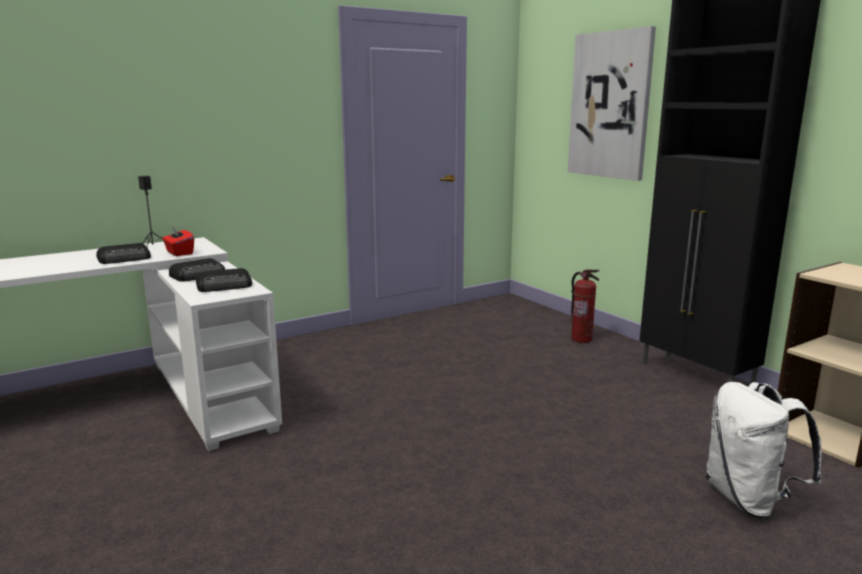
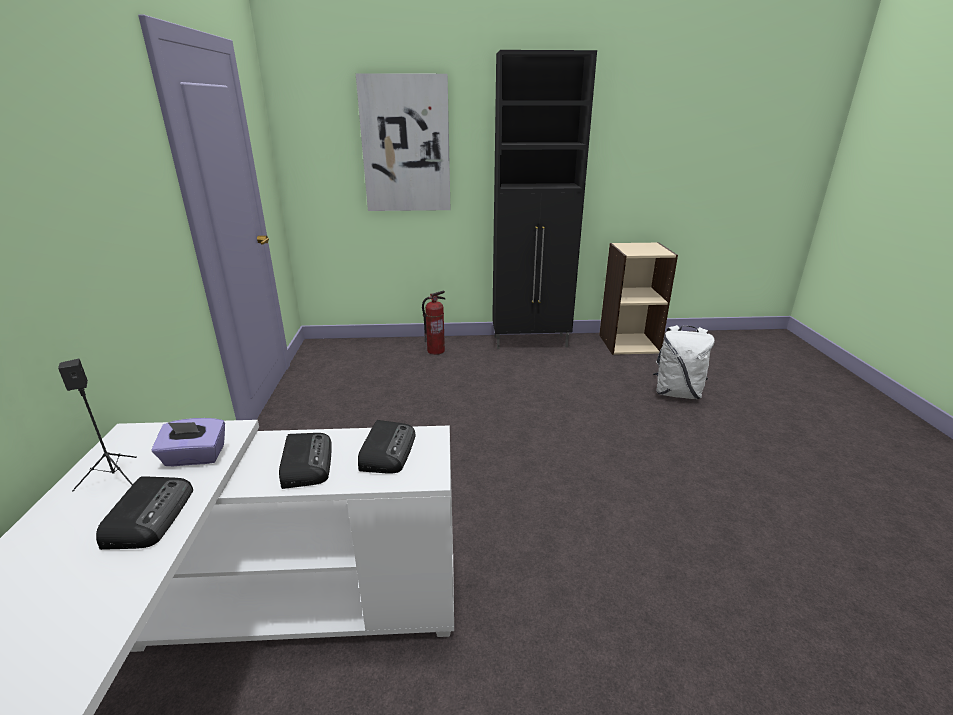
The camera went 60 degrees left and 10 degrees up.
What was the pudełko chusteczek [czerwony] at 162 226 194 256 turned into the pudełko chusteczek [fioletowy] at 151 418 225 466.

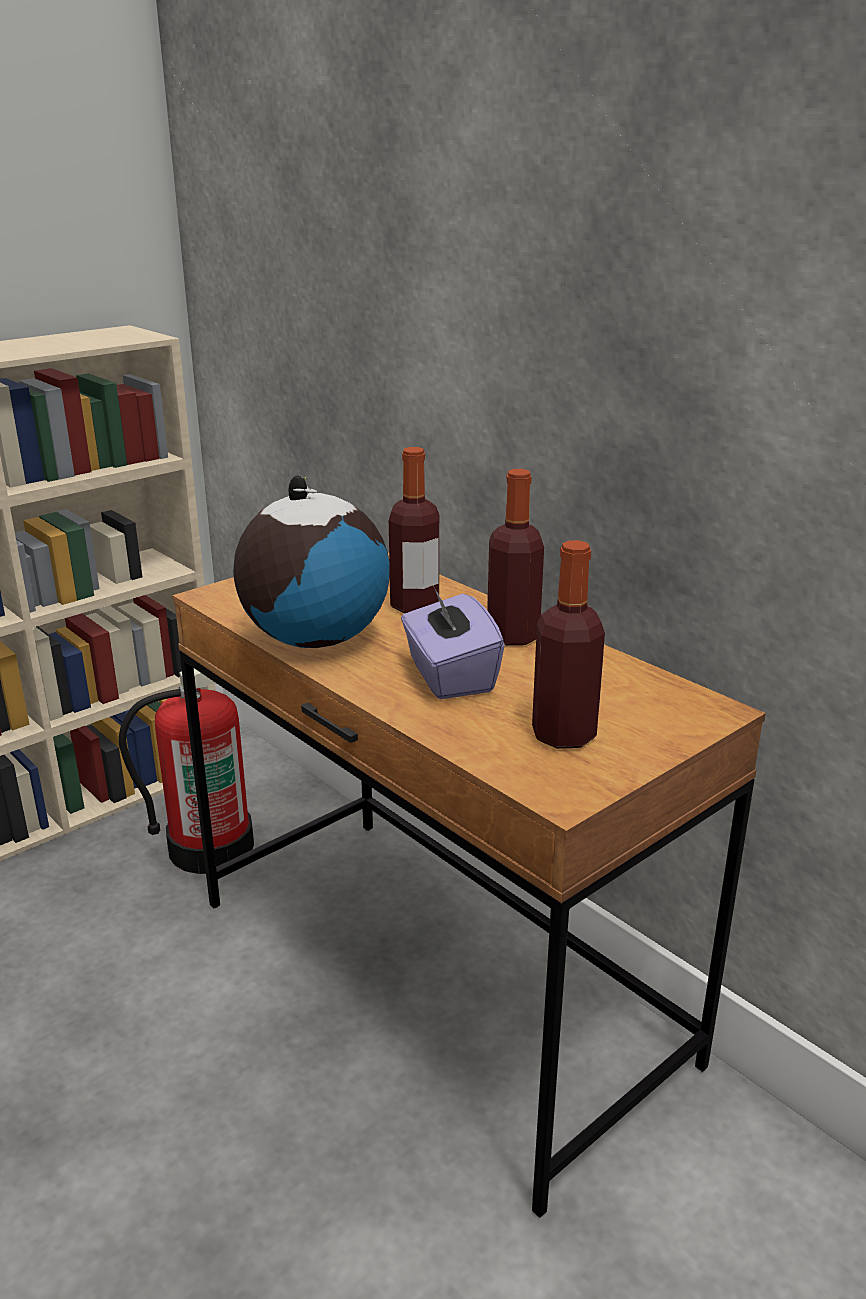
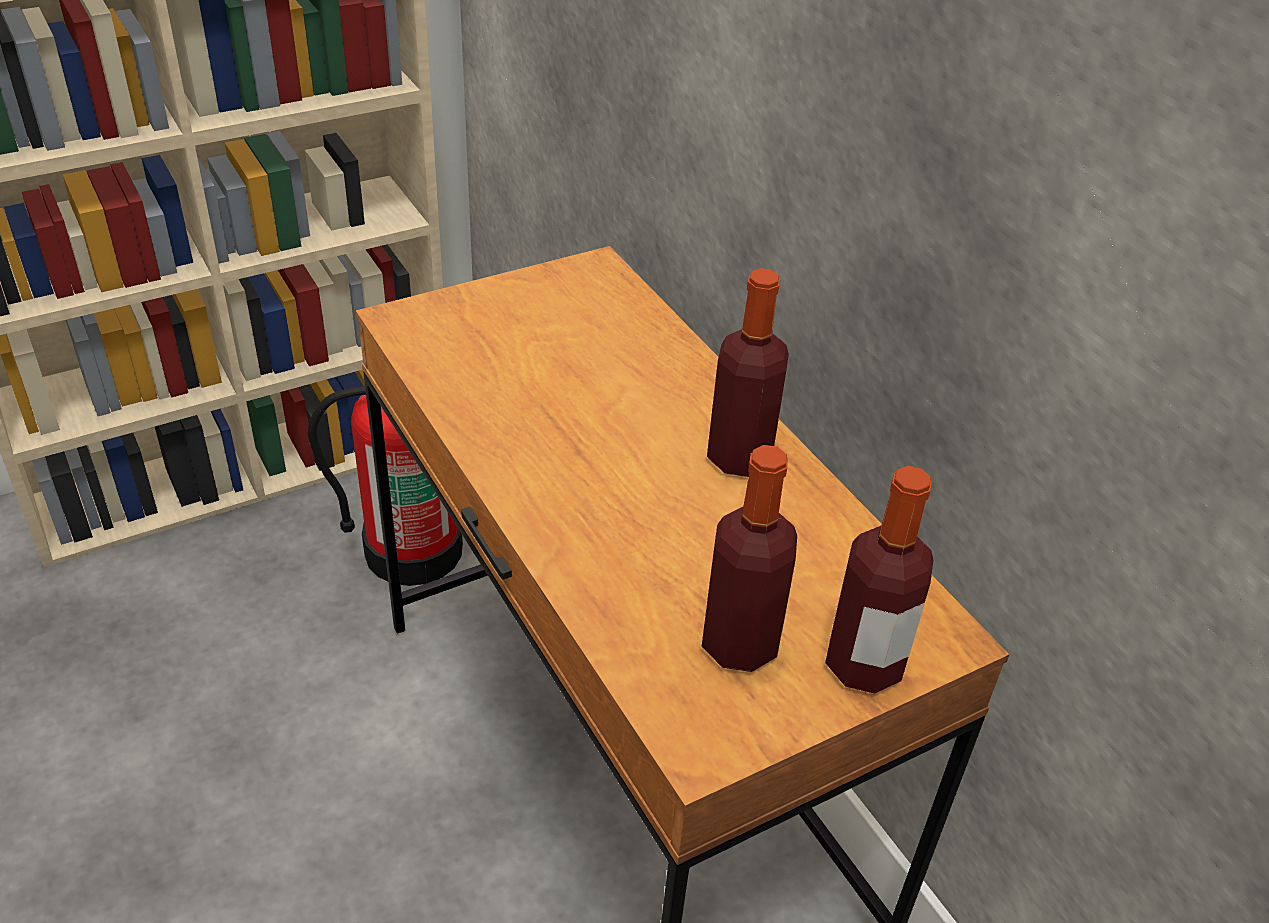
The camera went 10 degrees right and 15 degrees up.
The second view lost the globus at 233 475 390 648.
The butelka ended up elsewhere, having gone from 389 447 439 613 to 825 466 933 693.
The second view lost the pudełko chusteczek [fioletowy] at 401 585 505 699.

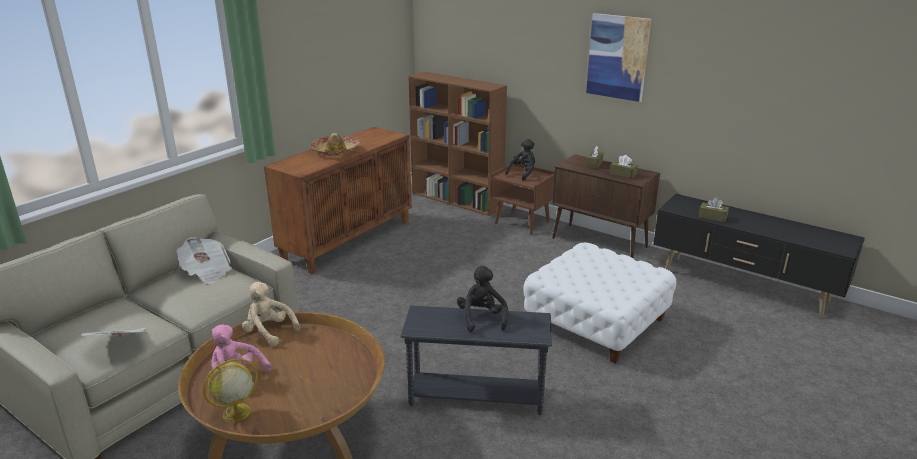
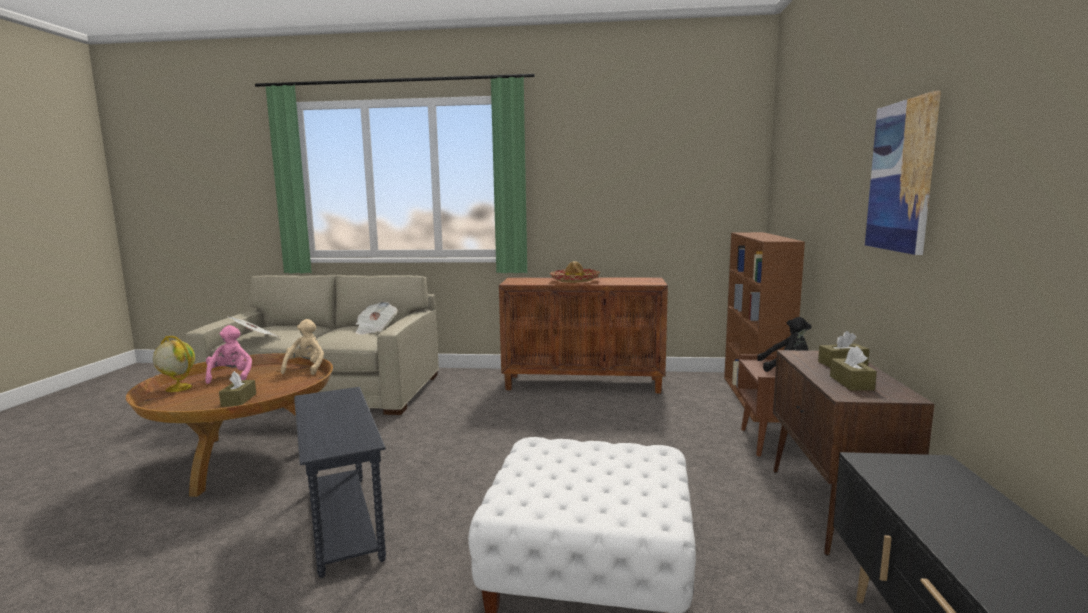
The camera went 60 degrees right and 15 degrees down.
The second view lost the pluszak [czarny] at 457 266 508 332.
The pudełko chusteczek [brązowy] ended up elsewhere, having gone from 699 198 729 222 to 219 371 256 407.

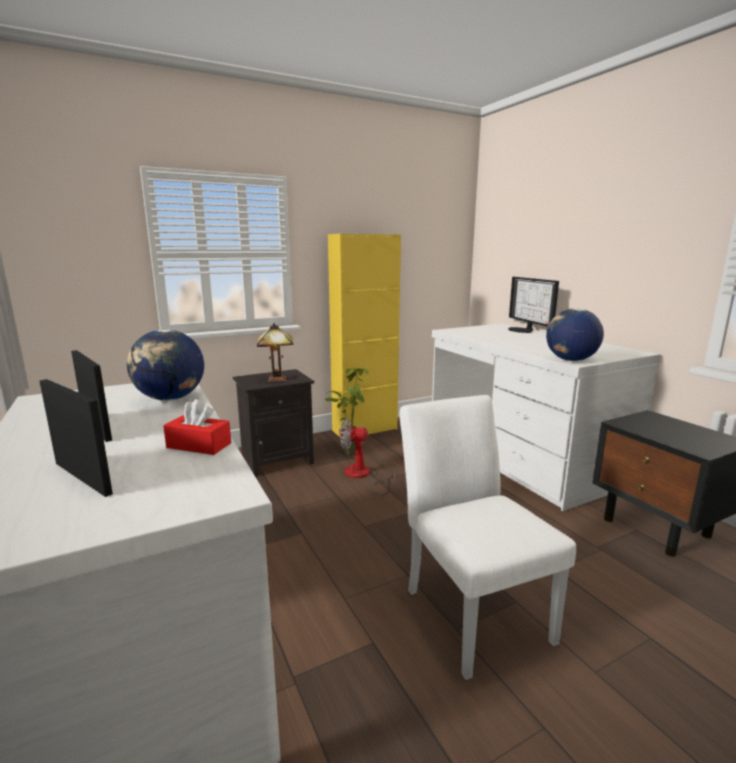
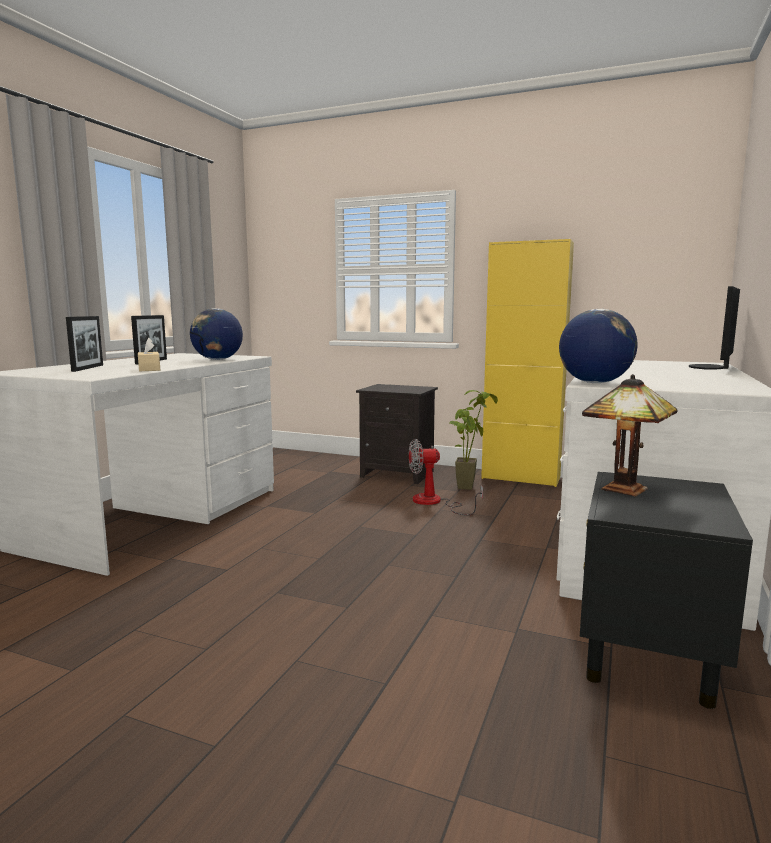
The camera went 50 degrees right and 5 degrees down.
What was the pudełko chusteczek [czerwony] at 163 399 231 455 turned into the pudełko chusteczek [beżowy] at 138 338 160 371.
The lampa stołowa ended up elsewhere, having gone from 257 323 293 382 to 582 374 677 497.
The wentylator at 340 418 395 495 ended up facing another way, 60 degrees counterclockwise from before.
The second view lost the krzesło [biały] at 400 395 576 680.

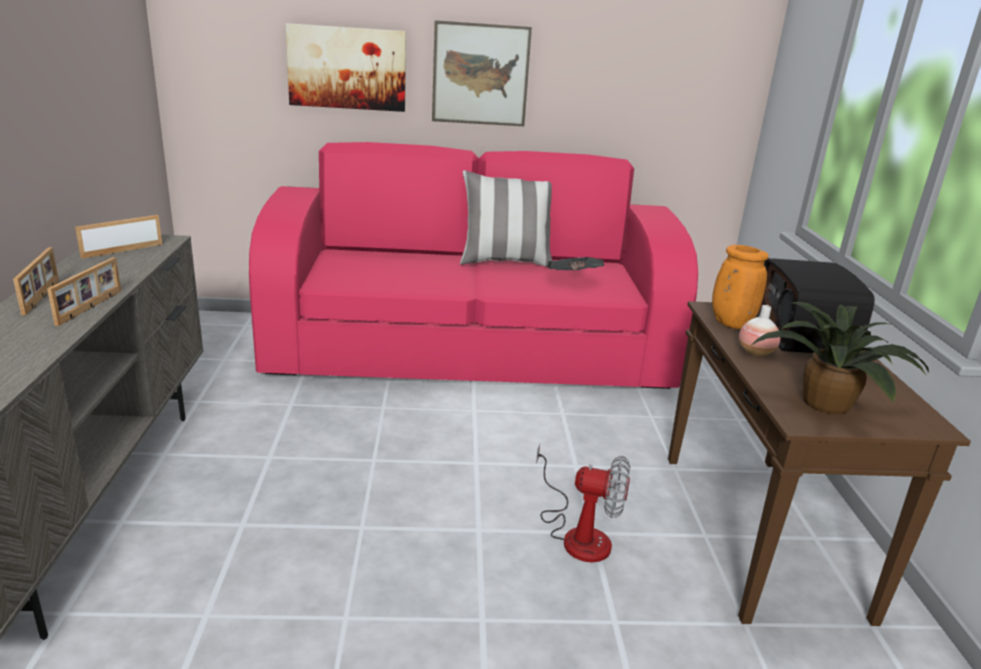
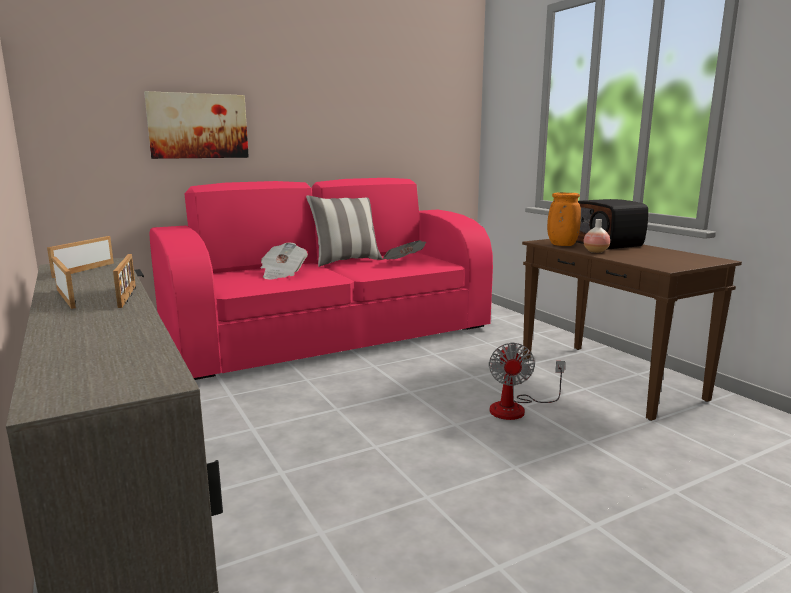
The camera went 25 degrees left and 10 degrees down.
The second view lost the obraz at 432 20 532 126.
The wentylator at 536 444 630 562 ended up facing another way, 105 degrees clockwise from before.
The second view lost the roślina doniczkowa at 752 302 929 414.
The second view gained the gazeta at 261 243 308 279.

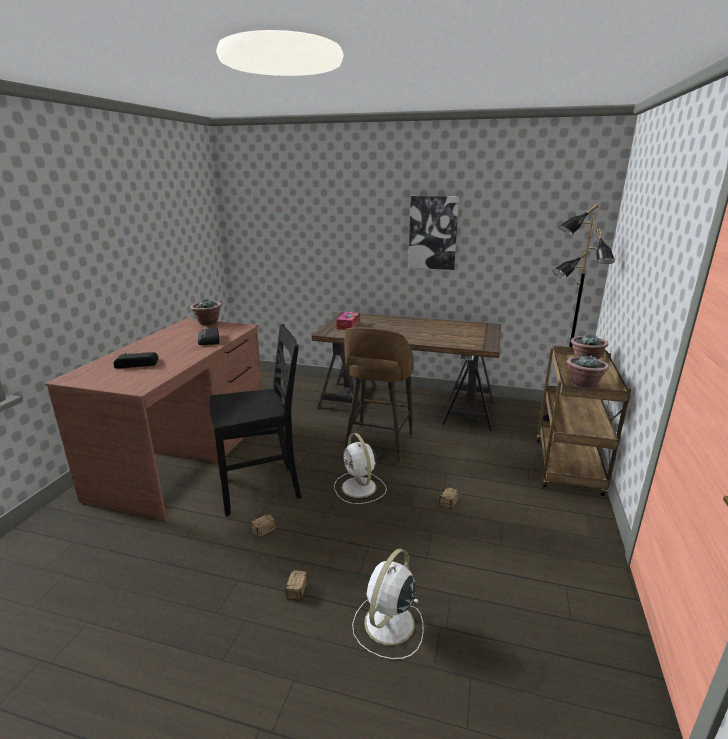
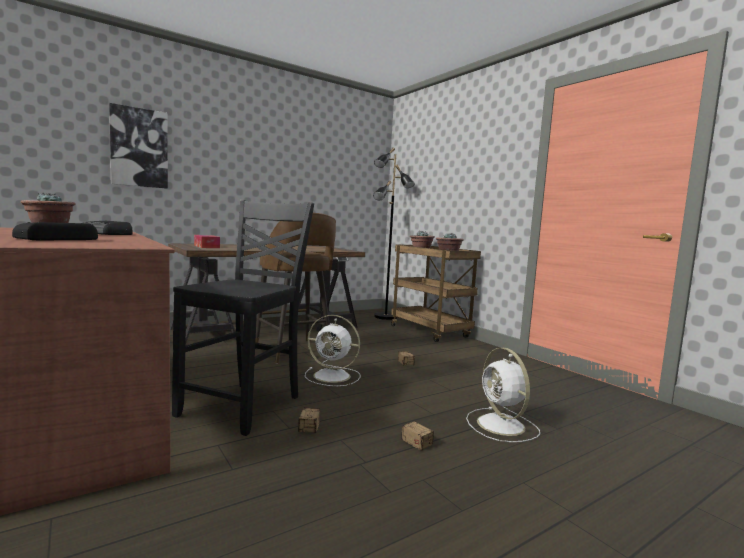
The camera went 50 degrees left and 15 degrees down.
The obraz ended up elsewhere, having gone from 408 196 459 270 to 109 103 168 189.

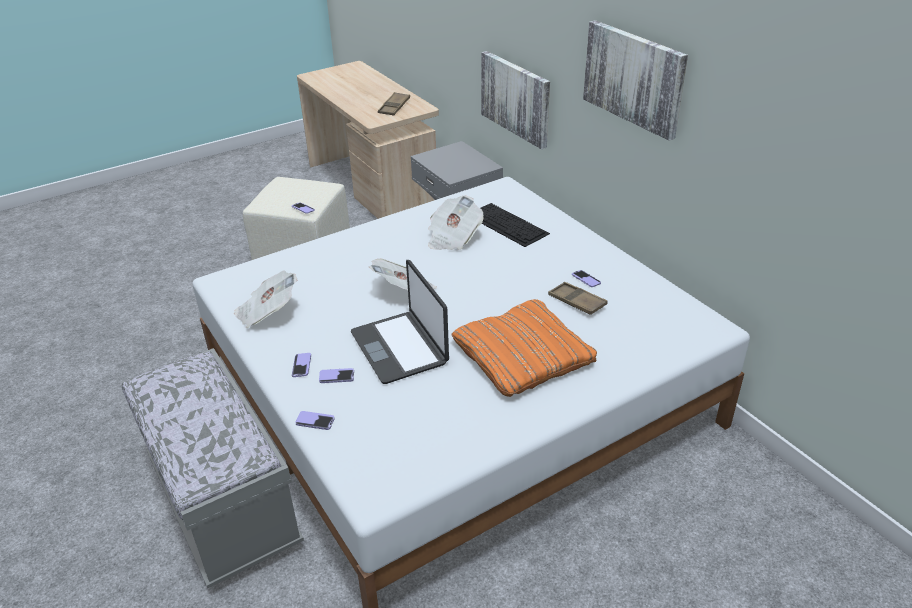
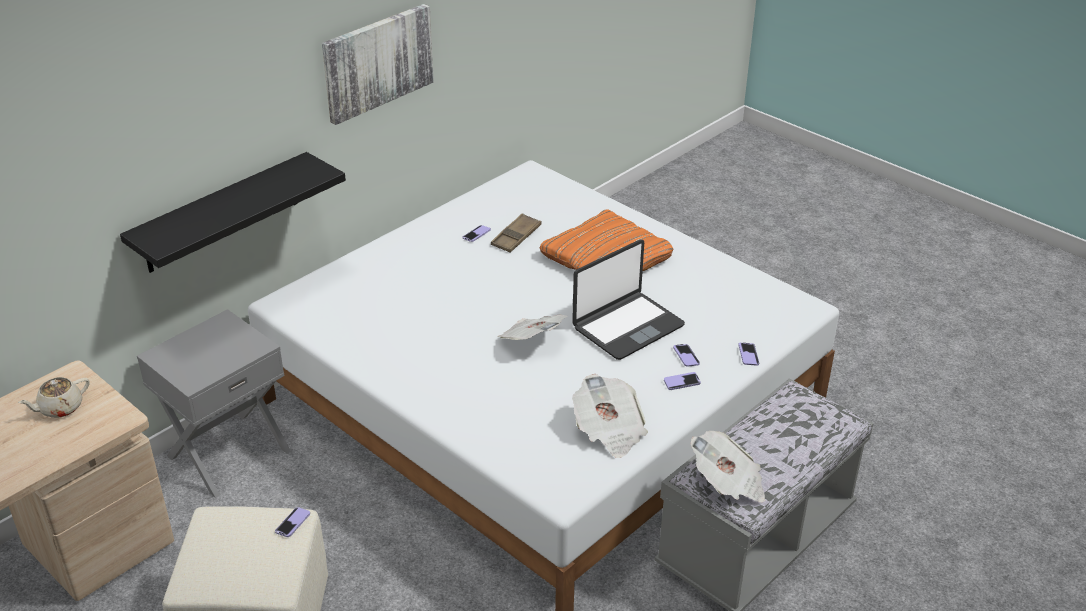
The camera went 105 degrees left and 0 degrees up.
Where the taca [brązowy] stood at 378 92 410 116, the imbryk [beżowy] came to stand at 18 377 89 418.
The gazeta ended up elsewhere, having gone from 428 196 484 250 to 691 431 765 503.
Where the obraz hung at 481 51 550 149, the półka [czarny] came to hang at 120 152 346 273.
The second view lost the klawiatura at 481 203 550 247.

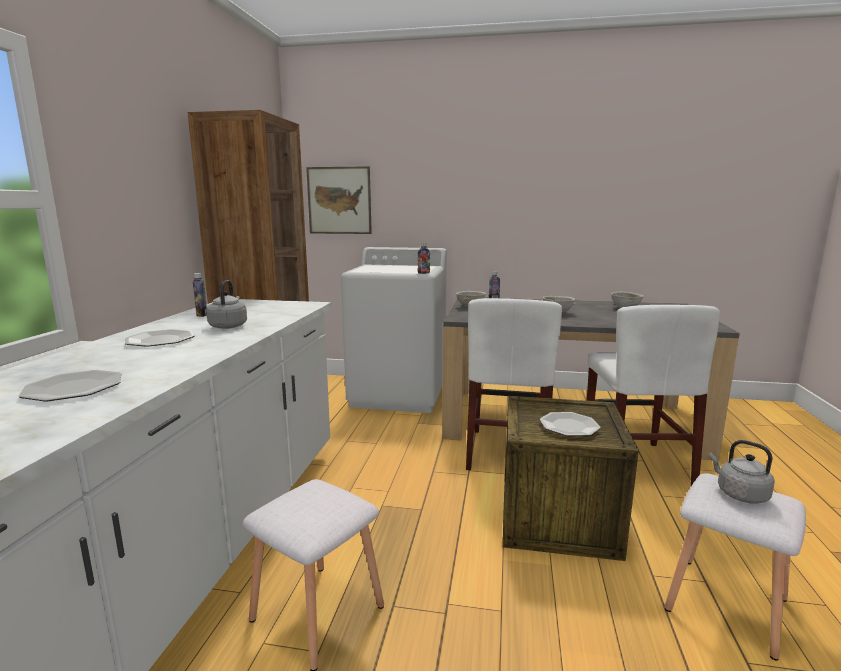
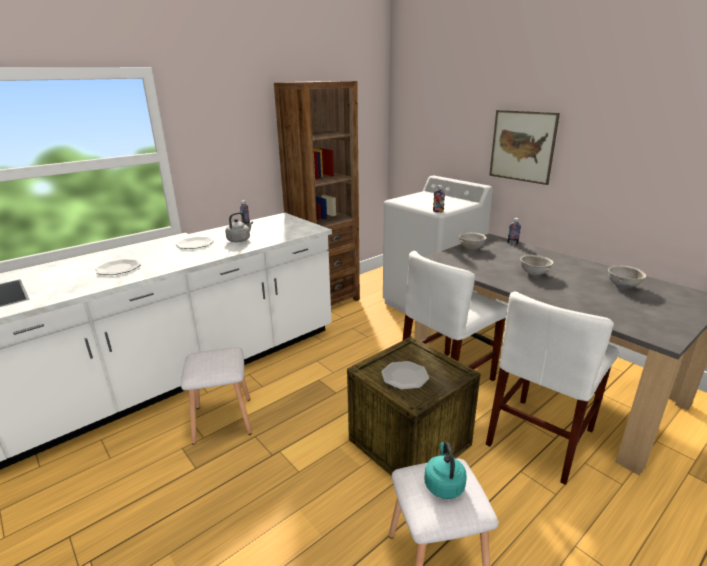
The camera went 40 degrees right and 10 degrees up.
The obraz ended up elsewhere, having gone from 306 166 372 234 to 489 110 560 185.
What was the czajnik [szary] at 709 440 775 504 turned into the czajnik [turkusowy] at 425 442 467 499.

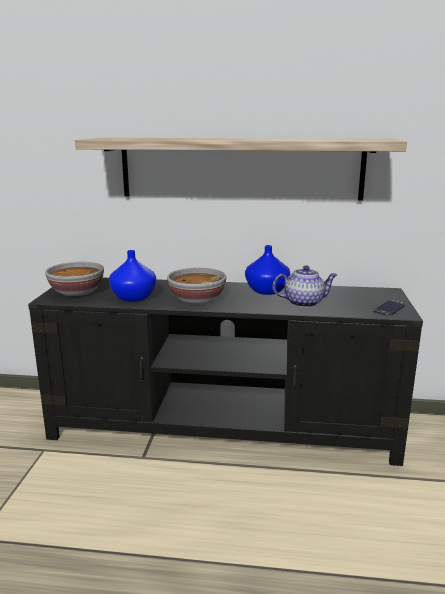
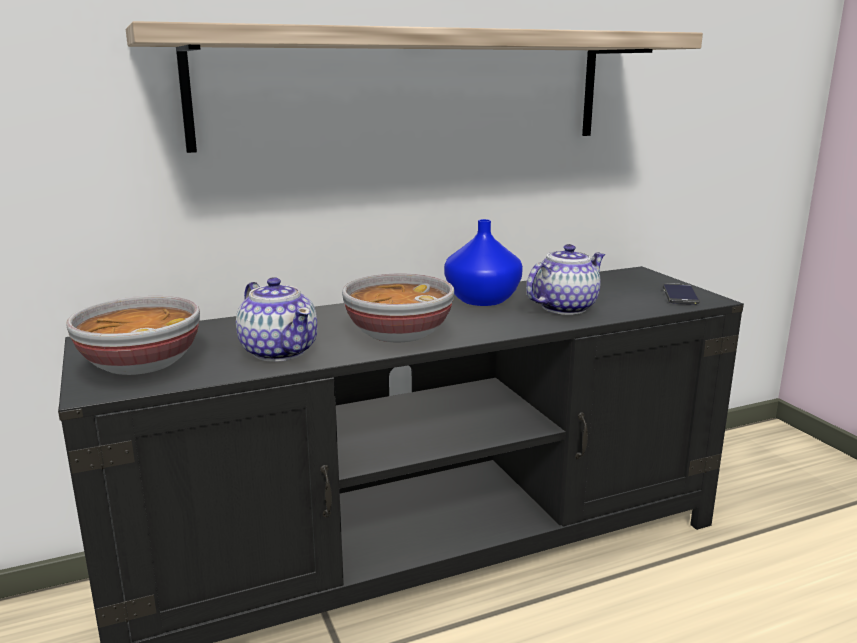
The camera went 30 degrees left and 0 degrees up.
Where the wazon [niebieski] stood at 109 250 156 302, the imbryk came to stand at 236 277 317 362.

